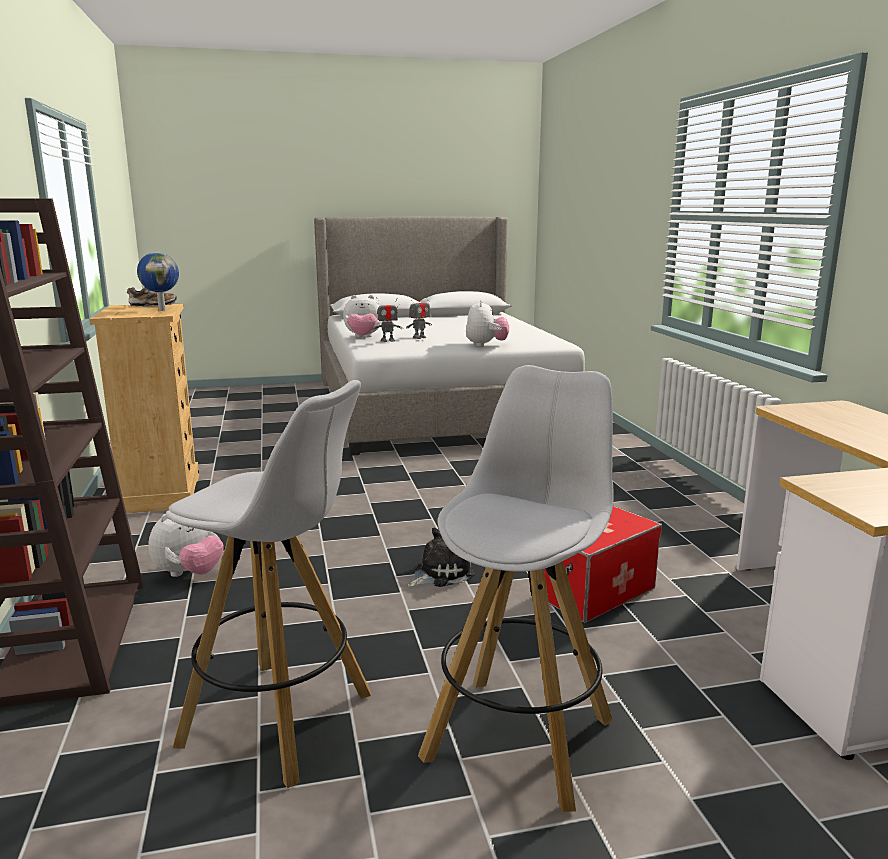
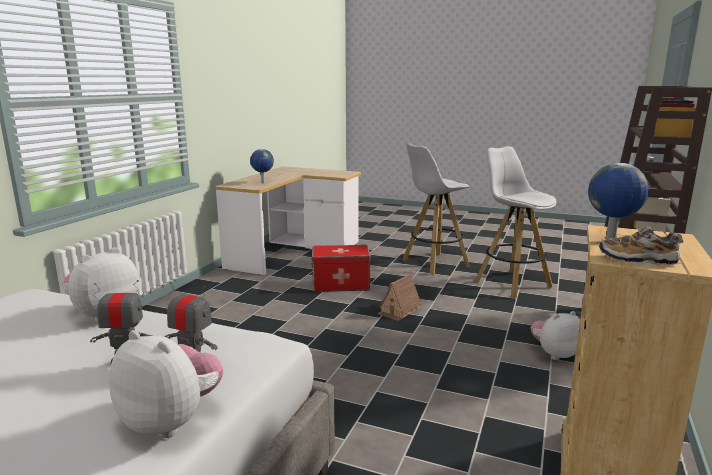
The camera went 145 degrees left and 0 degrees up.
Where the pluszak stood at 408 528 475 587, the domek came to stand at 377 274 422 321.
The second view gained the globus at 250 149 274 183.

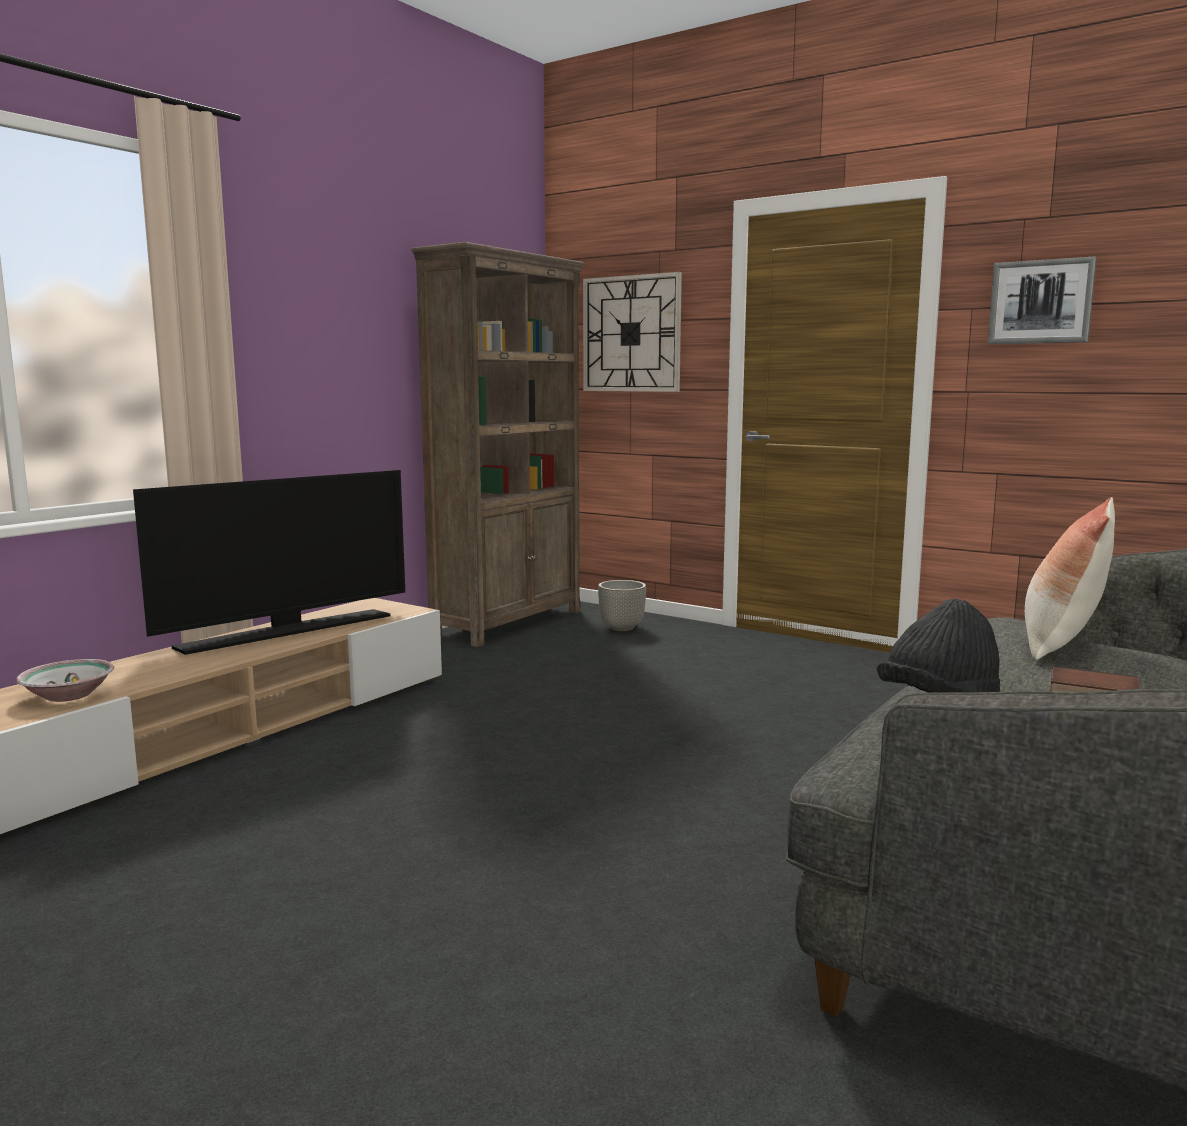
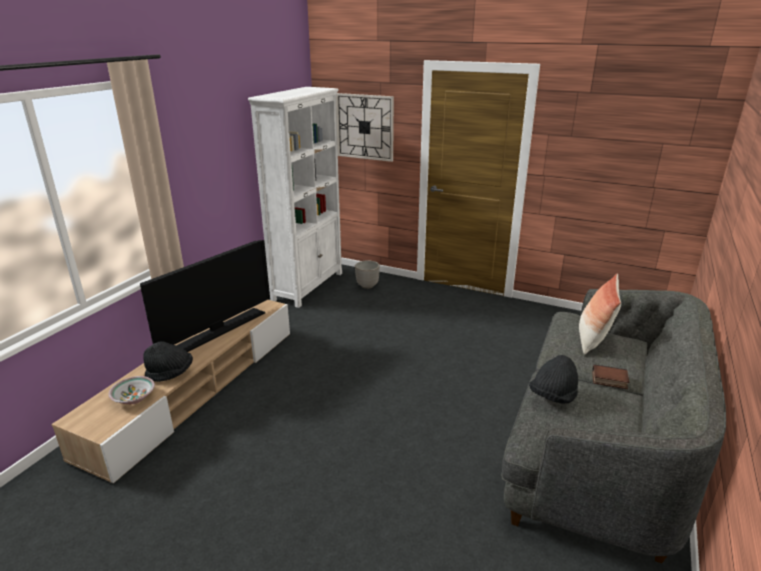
The camera went 10 degrees left and 15 degrees up.
What was the regał [brązowy] at 411 242 585 647 turned into the regał [biały] at 248 87 342 308.
The second view lost the obraz at 988 256 1097 344.
The second view gained the kapelusz [czarny] at 143 341 193 382.

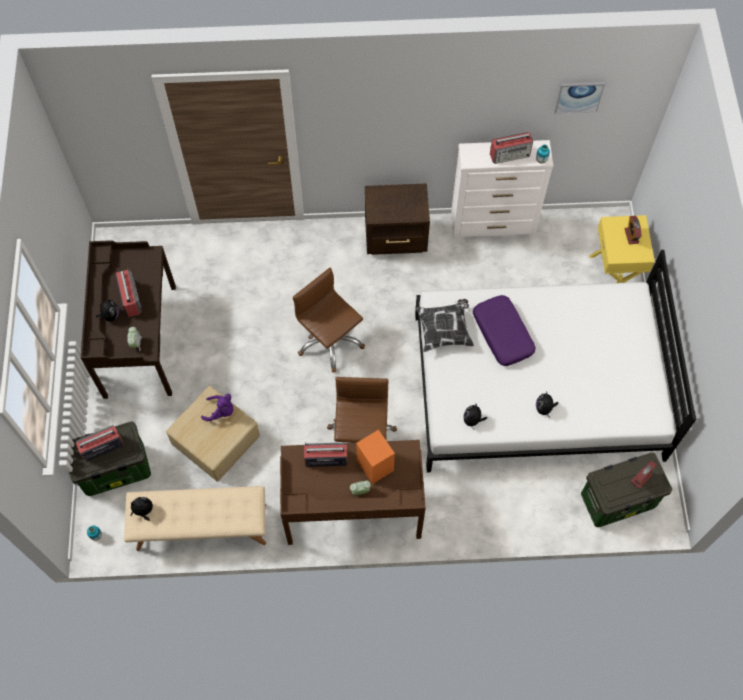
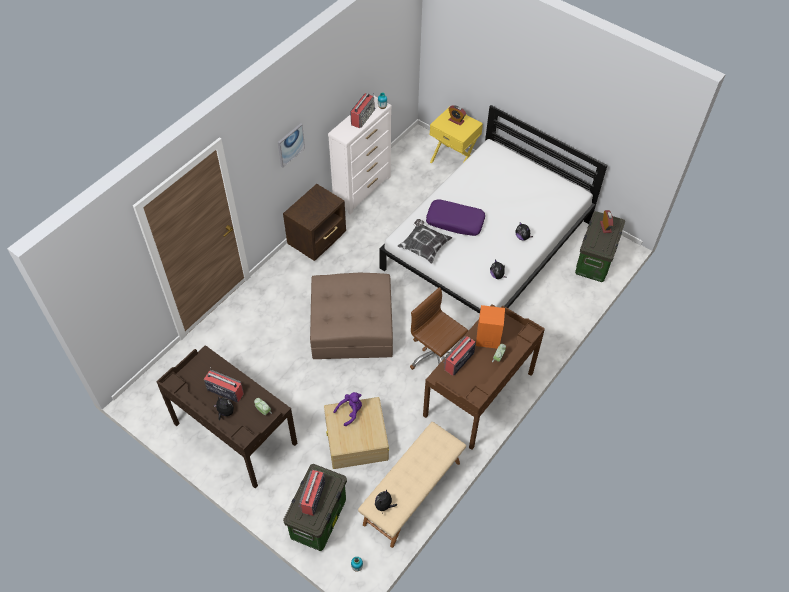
The camera went 50 degrees left and 10 degrees down.
Where the krzesło biurowe [brązowy] stood at 293 267 365 372, the pufa [brązowy] came to stand at 310 273 393 359.
The obraz ended up elsewhere, having gone from 554 82 605 113 to 278 123 305 167.

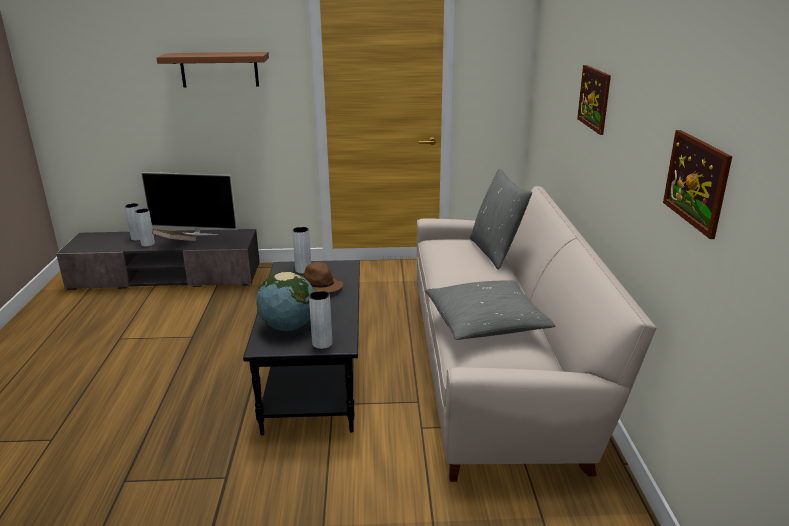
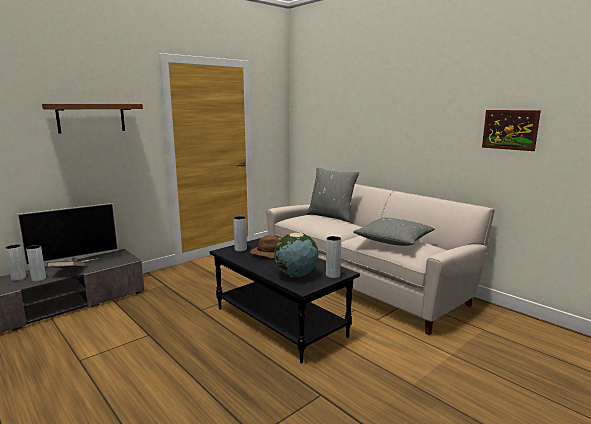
The camera went 40 degrees left and 10 degrees down.
The second view lost the obraz at 577 65 611 135.

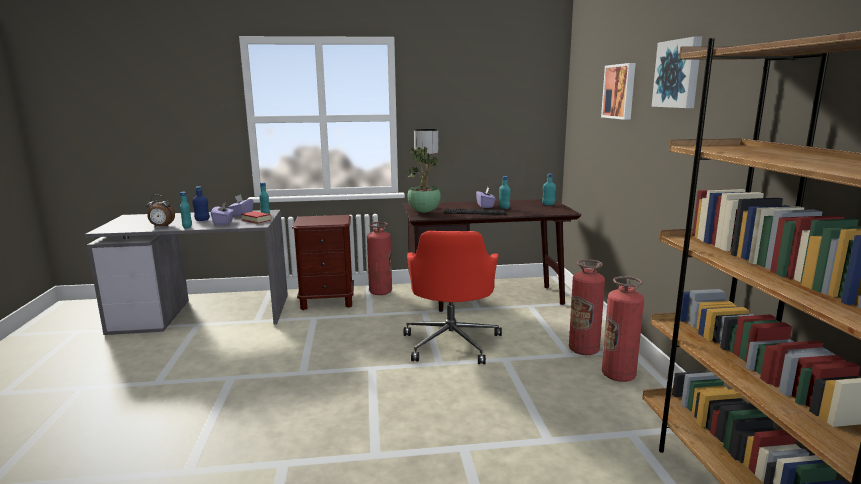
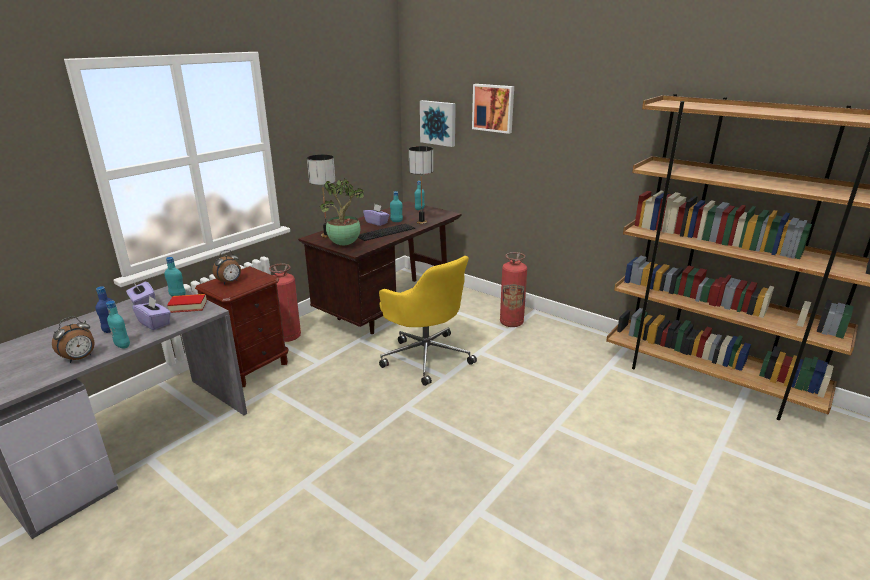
The camera went 45 degrees left and 10 degrees up.
What was the krzesło biurowe [czerwony] at 404 231 502 364 turned into the krzesło biurowe [żółty] at 379 256 477 386.
The second view lost the gaśnica at 602 276 644 382.
The obraz ended up elsewhere, having gone from 652 37 702 108 to 420 100 456 147.
The second view gained the budzik at 213 250 241 285.
The second view gained the lampa stołowa at 409 146 433 224.

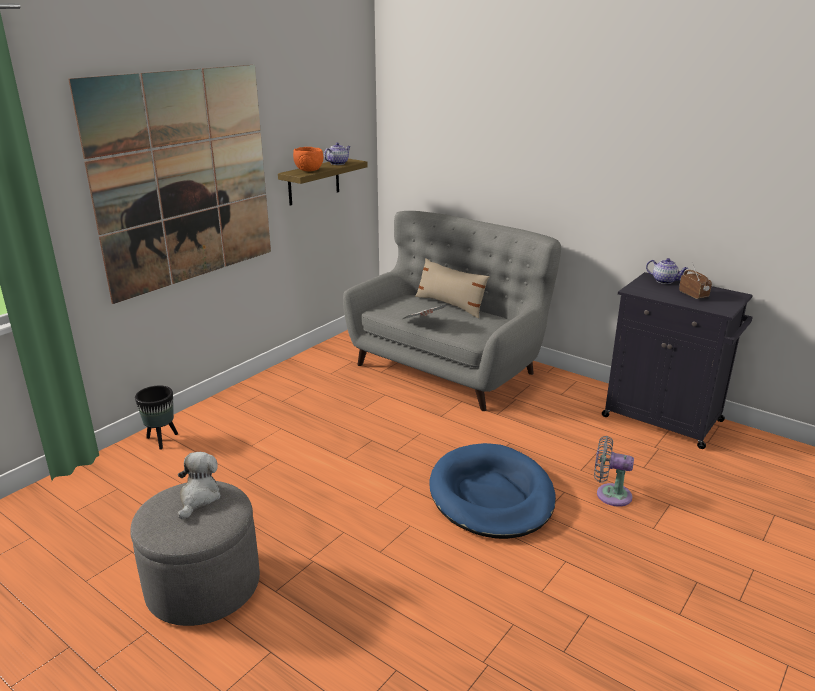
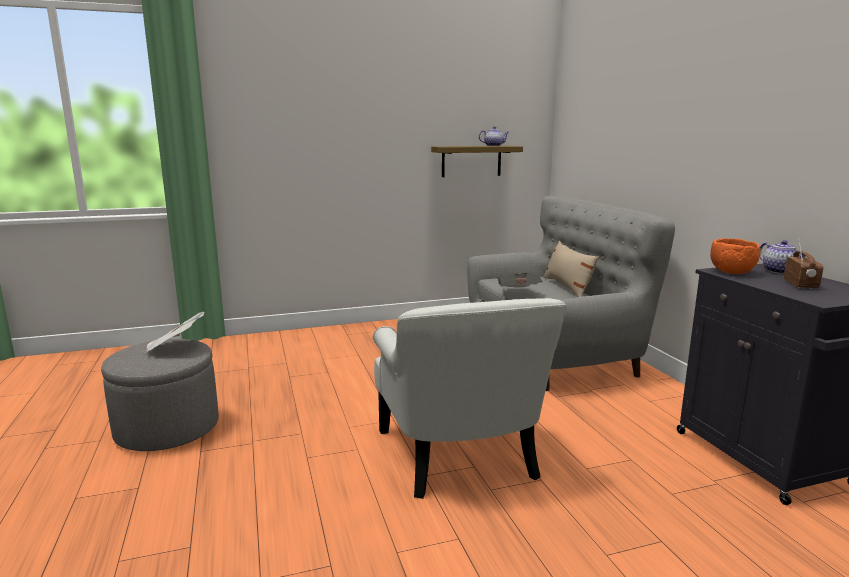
The camera went 35 degrees right and 10 degrees down.
The second view lost the obraz at 68 65 271 304.
The second view lost the donica [czarny] at 135 386 178 450.
Where the pluszak stood at 178 452 221 520, the gazeta came to stand at 147 312 205 352.
The miska [pomarańczowy] ended up elsewhere, having gone from 293 147 324 172 to 710 238 760 274.
Where the legowisko [niebieski] stood at 429 443 556 539, the fotel [biały] came to stand at 373 298 567 499.
The second view lost the wentylator [szary] at 594 436 634 507.

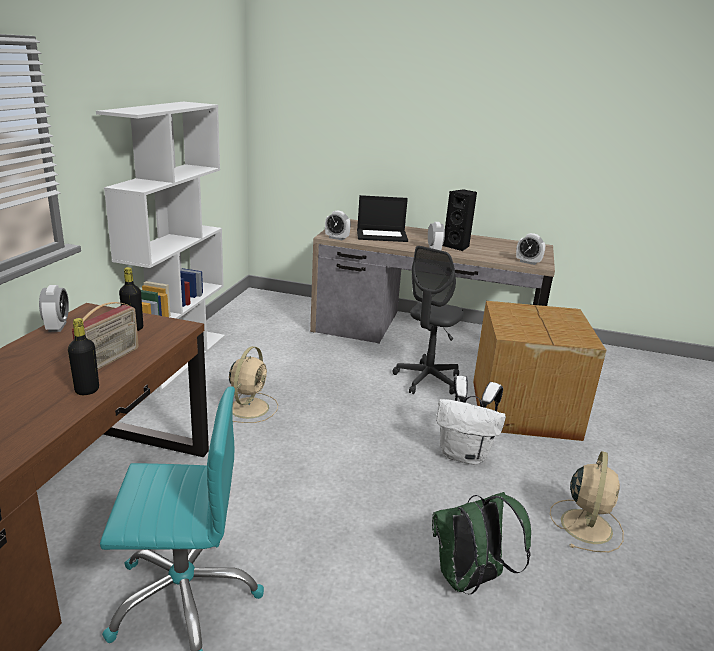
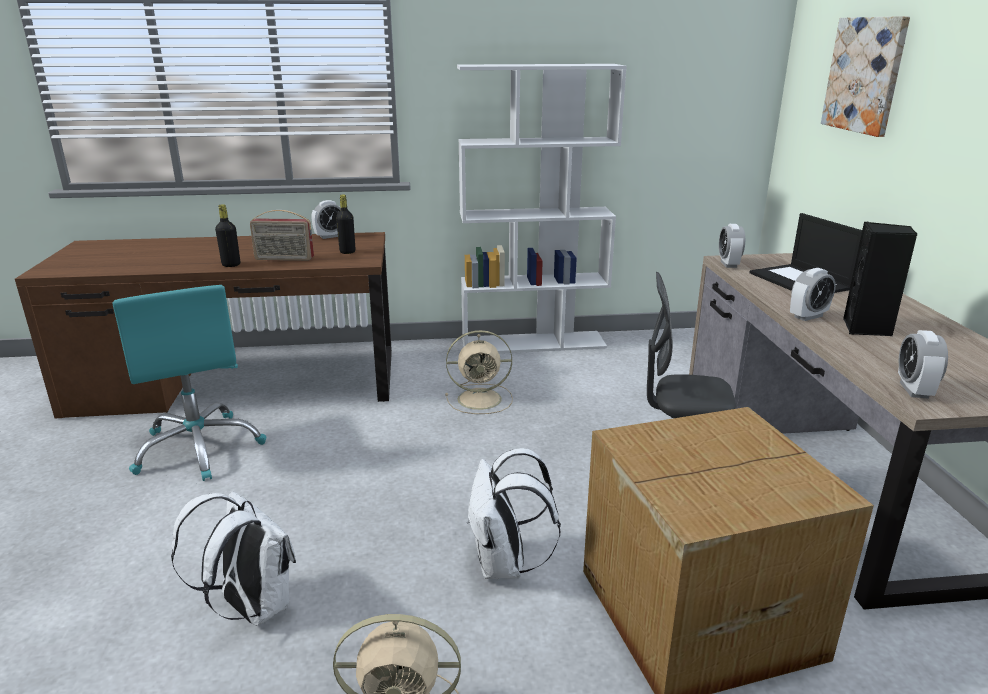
The camera went 70 degrees right and 0 degrees up.
What was the plecak [zielony] at 432 492 531 594 turned into the plecak [biały] at 171 491 296 626.
The second view gained the obraz at 821 16 910 137.

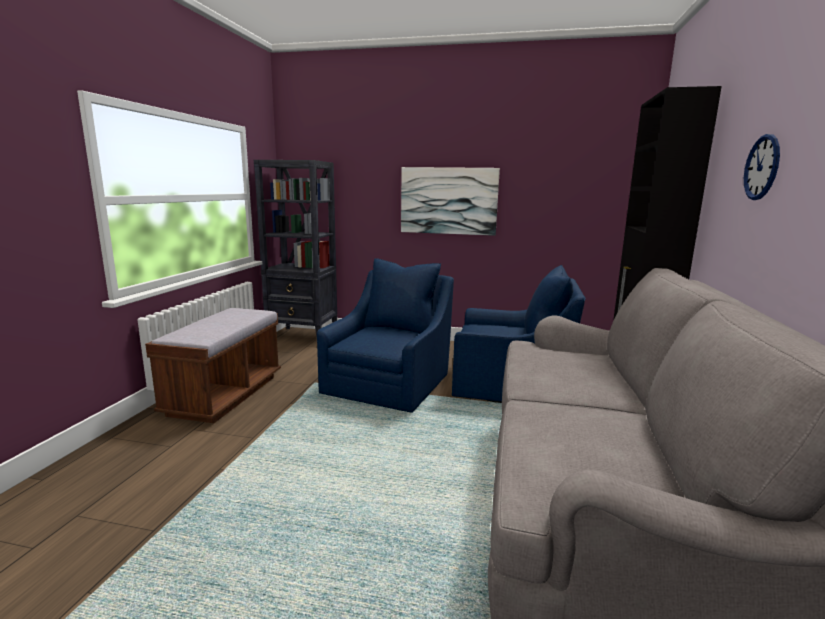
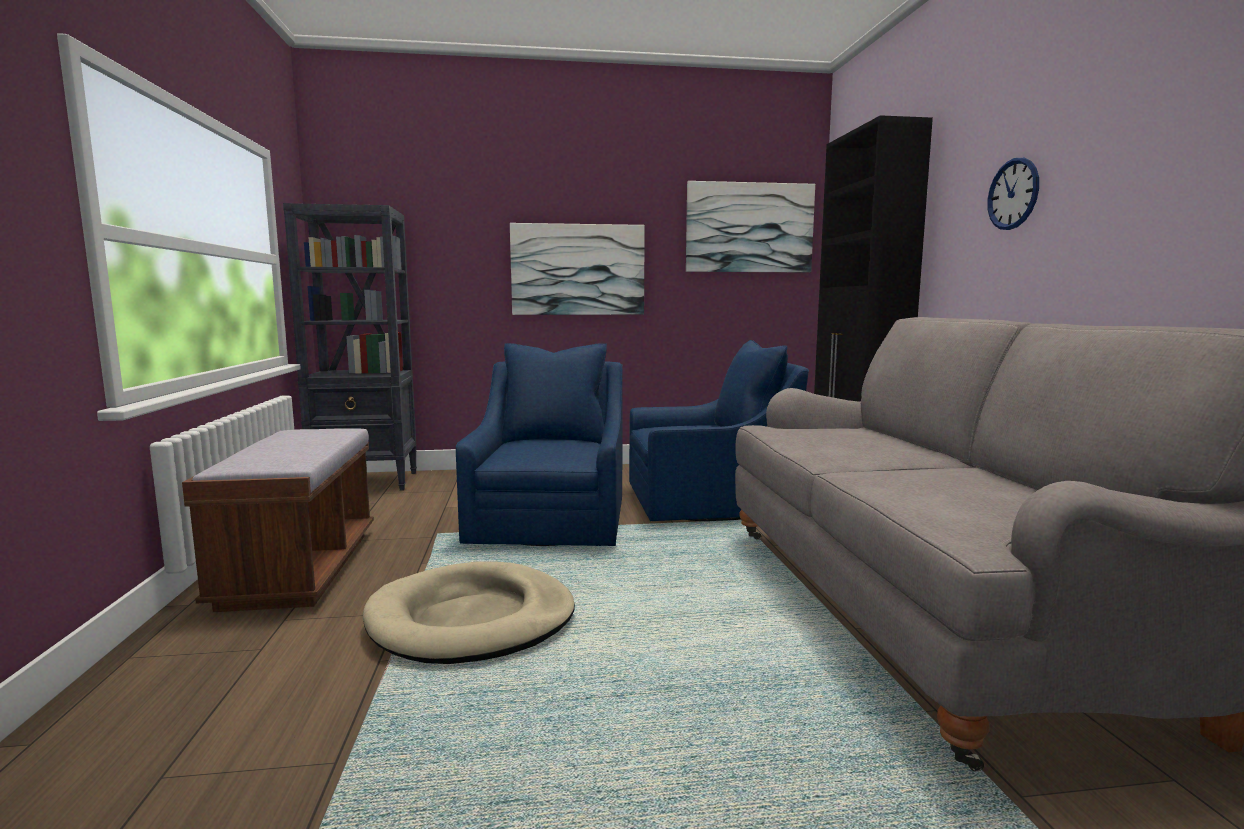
The camera went 20 degrees left and 5 degrees down.
The second view gained the legowisko [beżowy] at 363 561 575 664.
The second view gained the obraz at 686 181 815 273.

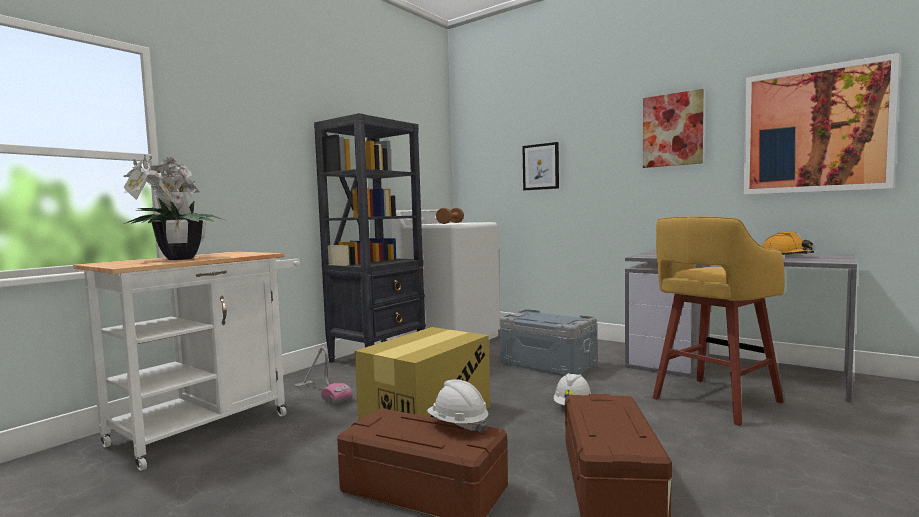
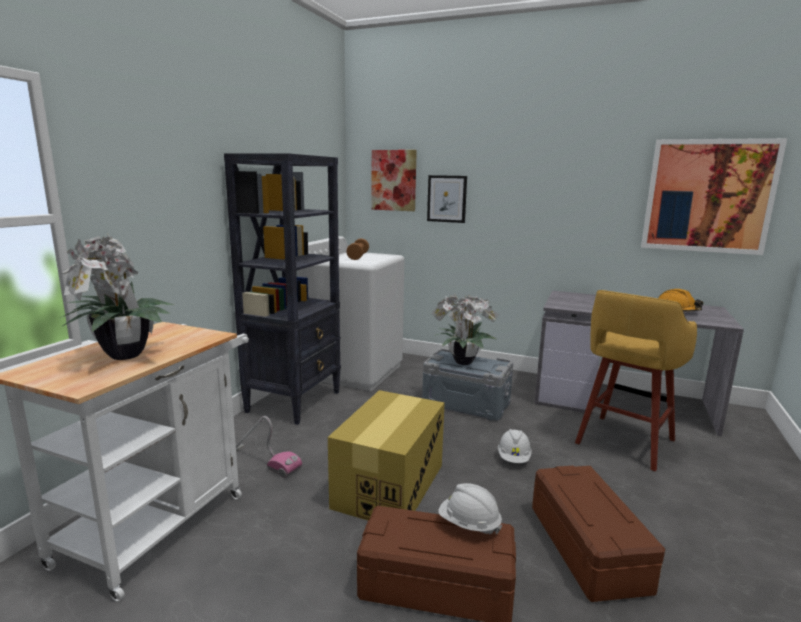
The camera went 15 degrees left and 10 degrees up.
The obraz ended up elsewhere, having gone from 643 89 704 168 to 371 150 417 211.
The second view gained the roślina doniczkowa at 431 293 499 365.

